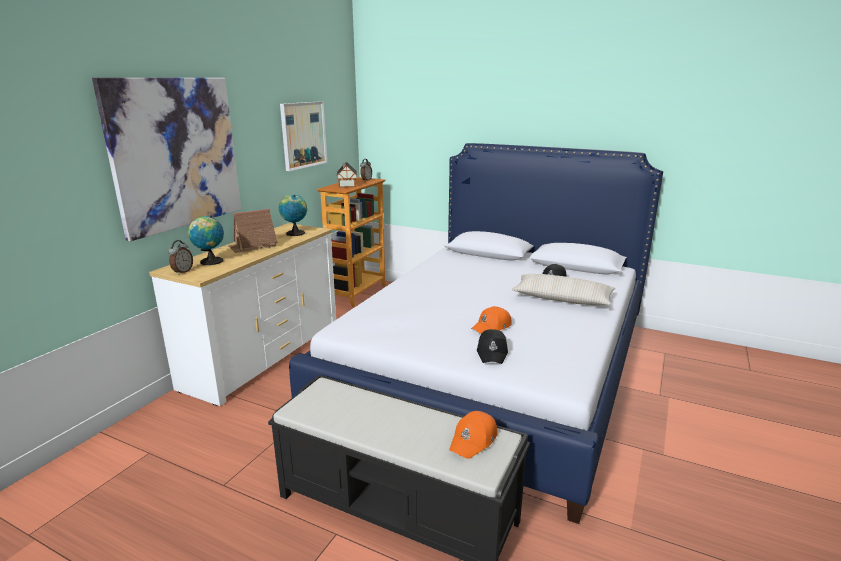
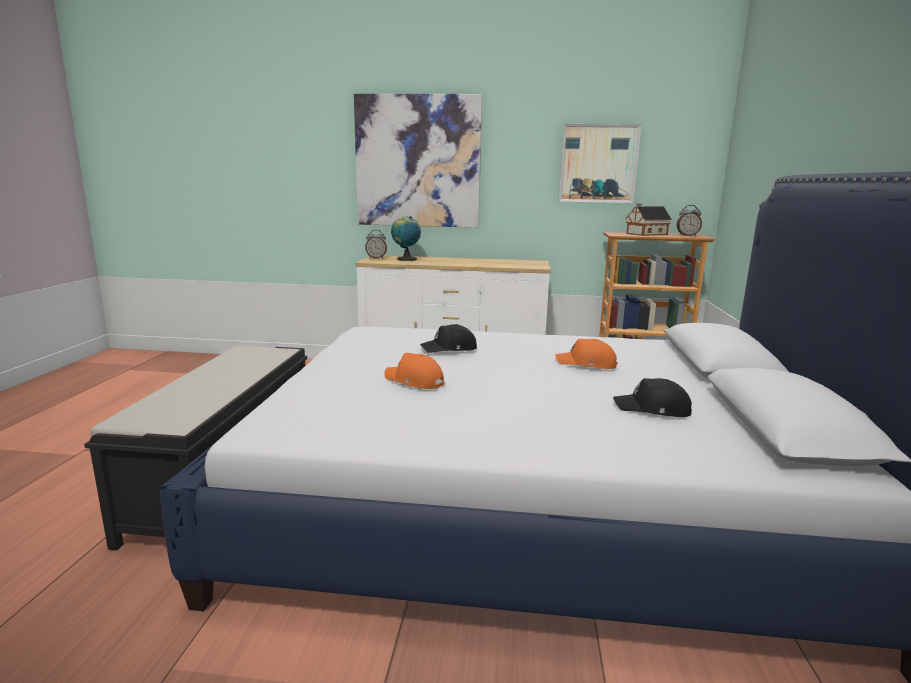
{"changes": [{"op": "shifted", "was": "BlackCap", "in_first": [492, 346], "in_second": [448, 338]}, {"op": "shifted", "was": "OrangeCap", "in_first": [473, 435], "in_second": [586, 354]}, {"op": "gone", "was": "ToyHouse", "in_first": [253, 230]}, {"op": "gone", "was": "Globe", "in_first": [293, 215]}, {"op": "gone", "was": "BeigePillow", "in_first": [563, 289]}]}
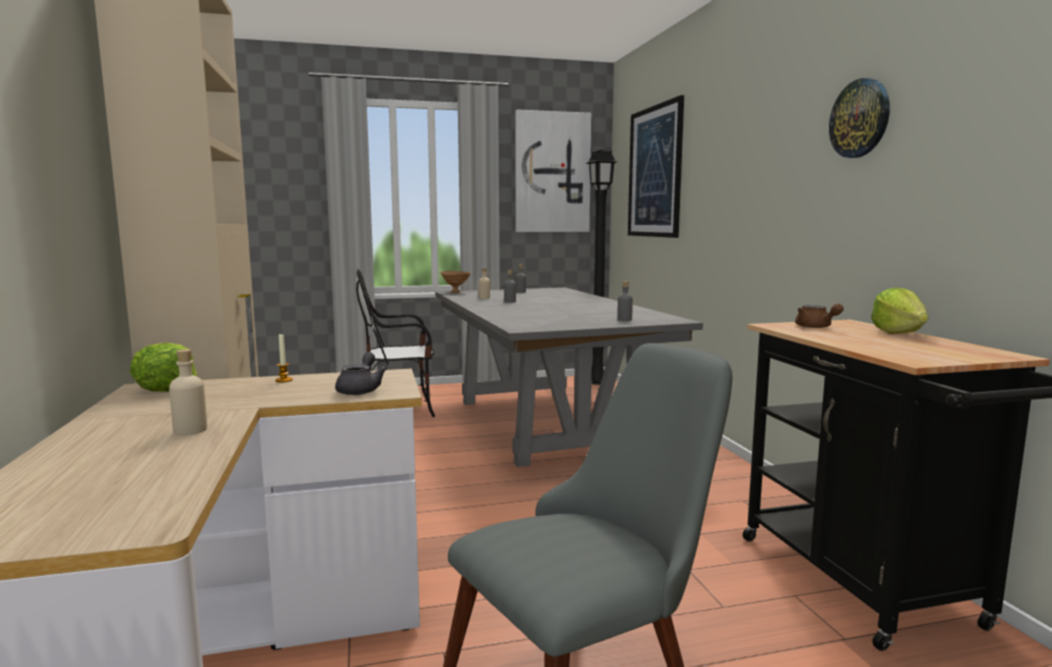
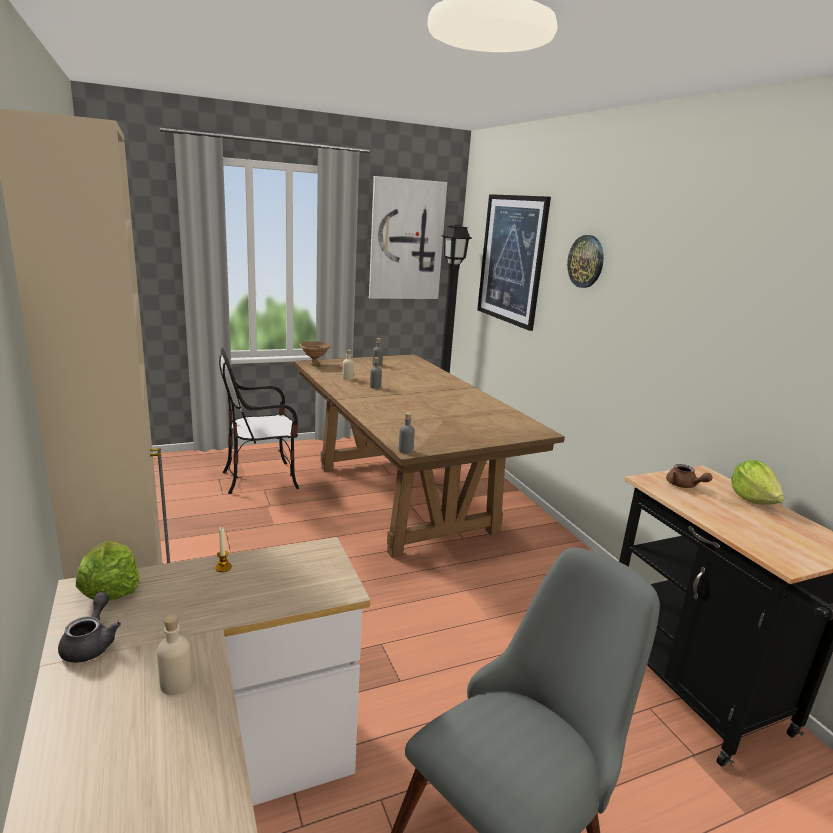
{"changes": [{"op": "shifted", "was": "GreyTeapot", "in_first": [361, 373], "in_second": [89, 627]}, {"op": "repainted", "was": "GreyDiningTable", "now": "BrownDiningTable", "in_first": [569, 377], "in_second": [429, 456]}, {"op": "shifted", "was": "GreyBottle", "in_first": [625, 301], "in_second": [407, 433]}, {"op": "shifted", "was": "WallClock", "in_first": [859, 118], "in_second": [585, 261]}]}
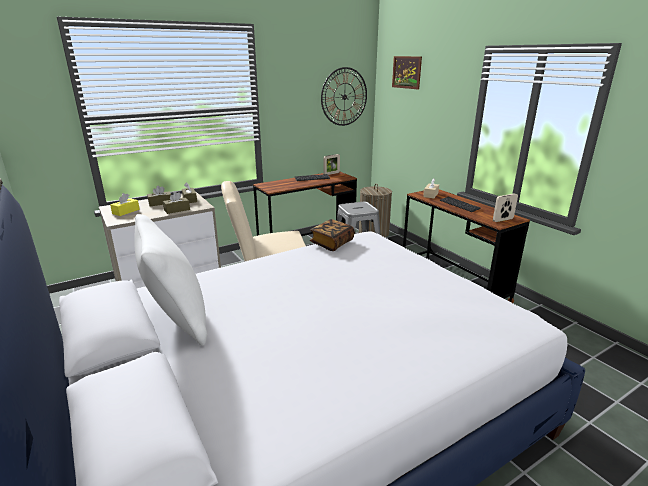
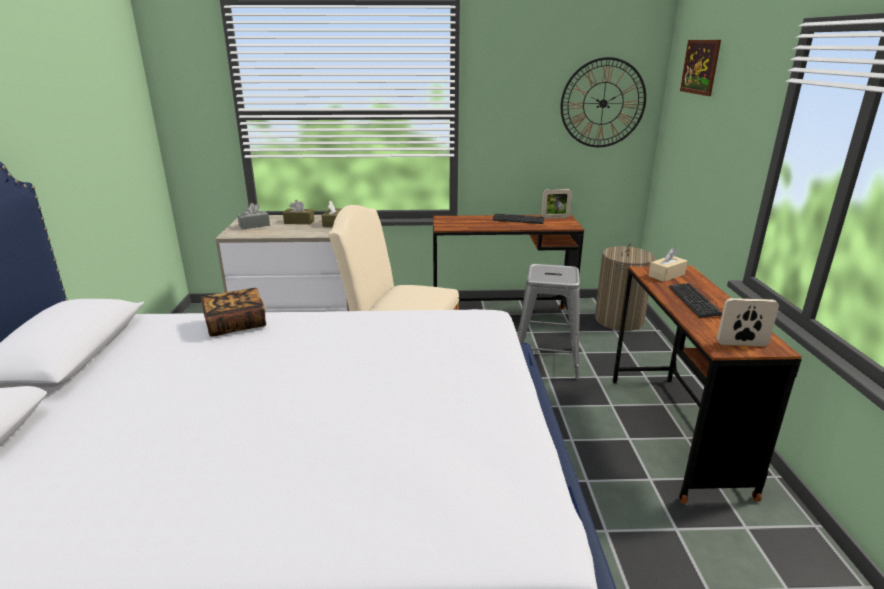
{"changes": [{"op": "shifted", "was": "Book", "in_first": [332, 235], "in_second": [233, 312]}, {"op": "repainted", "was": "YellowTissueBox", "now": "GreyTissueBox", "in_first": [125, 204], "in_second": [253, 216]}, {"op": "gone", "was": "WhitePillow", "in_first": [170, 280]}, {"op": "gone", "was": "BrownTissueBox", "in_first": [176, 203]}]}
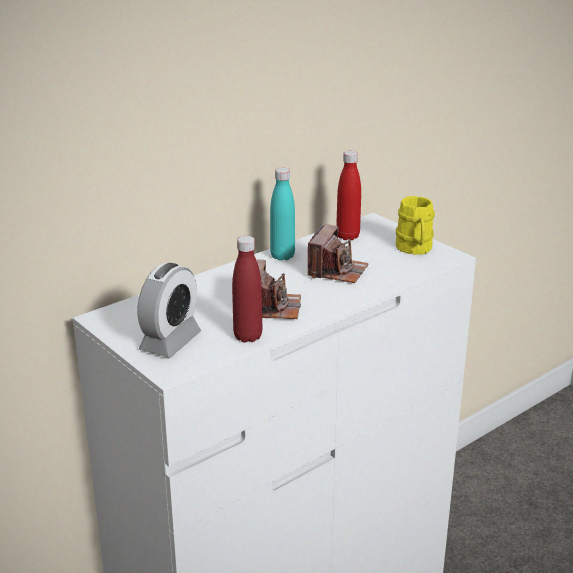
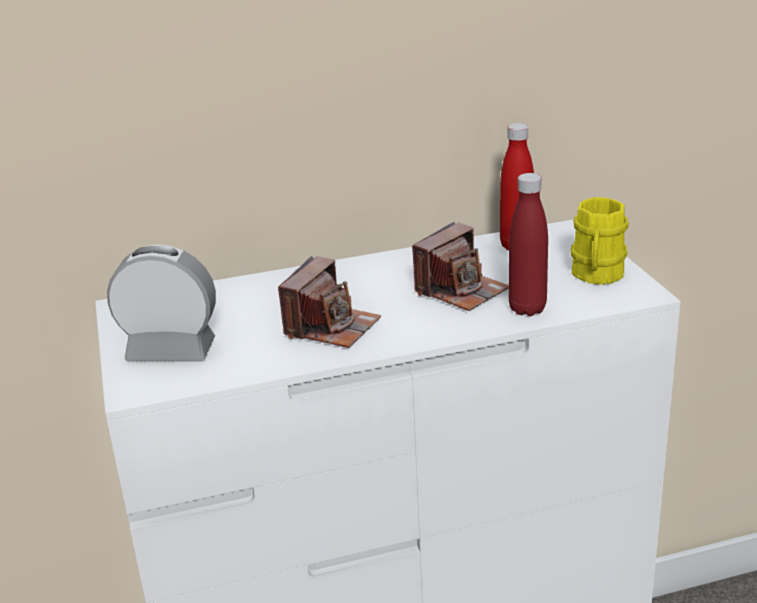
{"changes": [{"op": "rotated", "was": "AlarmClock", "in_first": [169, 310], "in_second": [161, 302], "clockwise": -135}, {"op": "shifted", "was": "RedBottle", "in_first": [247, 289], "in_second": [528, 244]}, {"op": "gone", "was": "TurquoiseBottle", "in_first": [282, 214]}]}
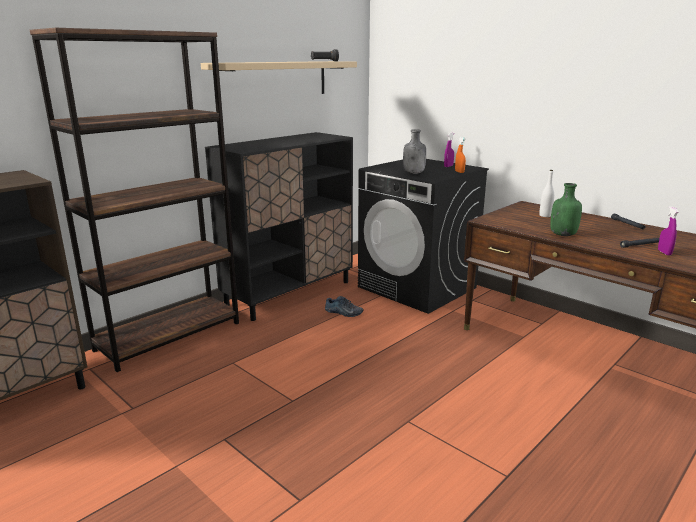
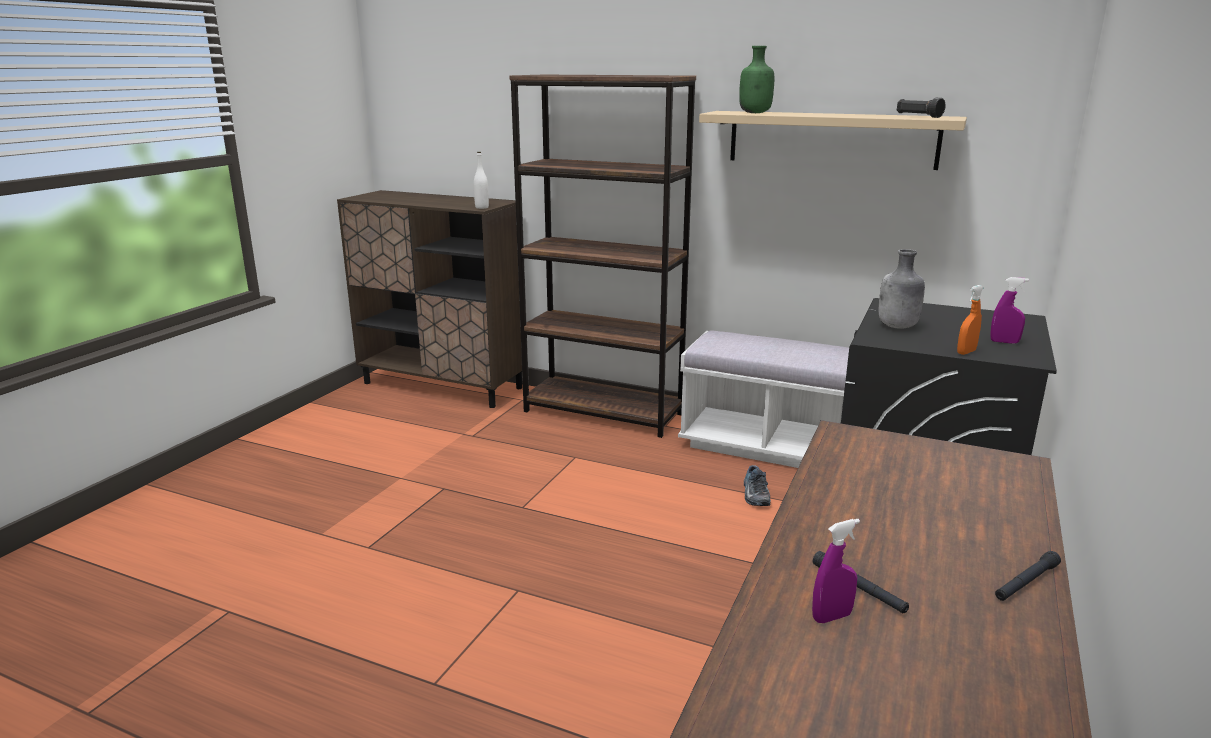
{"changes": [{"op": "shifted", "was": "WhiteBottle", "in_first": [546, 193], "in_second": [481, 180]}, {"op": "swapped", "was": "BlackCabinet", "now": "WhiteBench", "in_first": [279, 226], "in_second": [763, 399]}, {"op": "shifted", "was": "GreenBottle", "in_first": [566, 209], "in_second": [756, 79]}]}
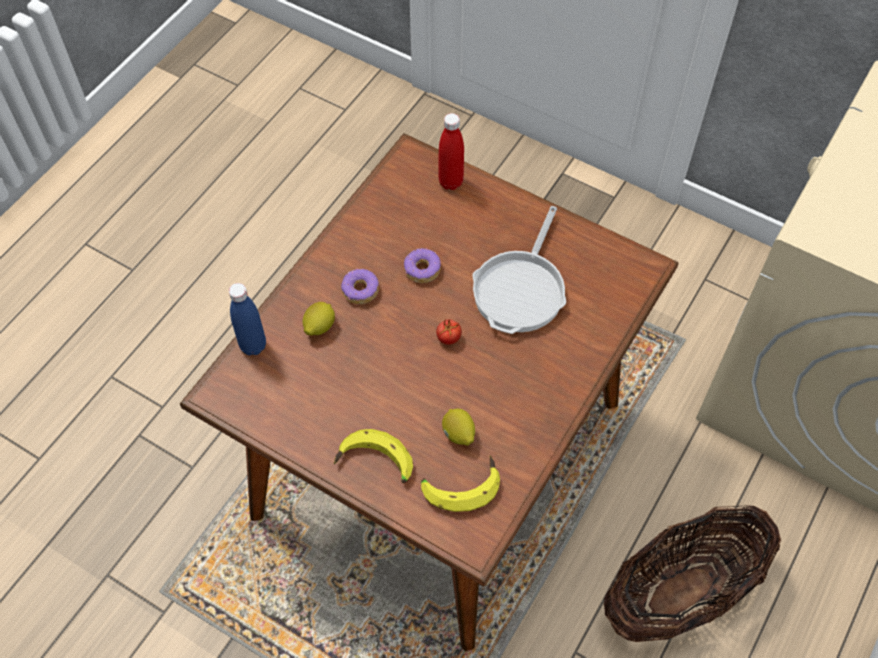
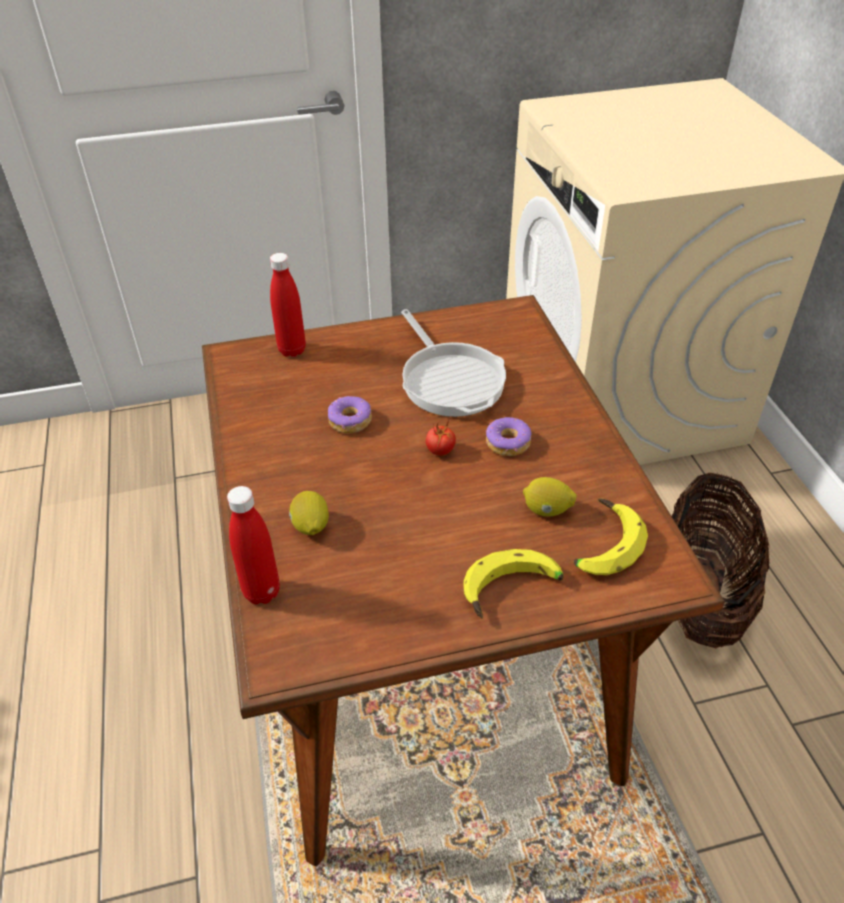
{"changes": [{"op": "repainted", "was": "BlueBottle", "now": "RedBottle", "in_first": [247, 319], "in_second": [253, 545]}, {"op": "shifted", "was": "Donut", "in_first": [360, 286], "in_second": [508, 436]}]}
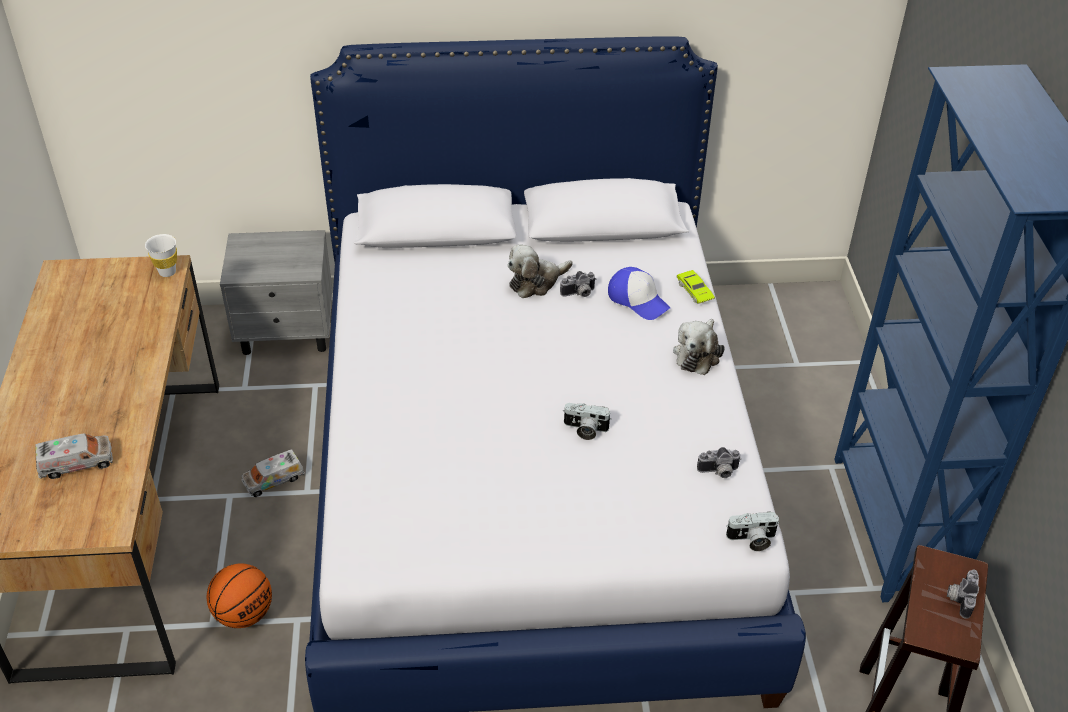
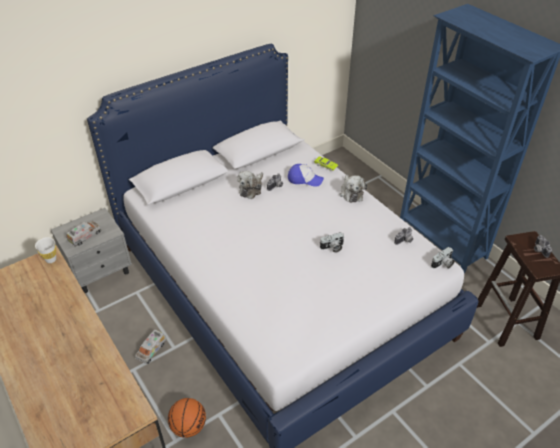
{"changes": [{"op": "shifted", "was": "ToyTruck", "in_first": [74, 456], "in_second": [84, 234]}]}
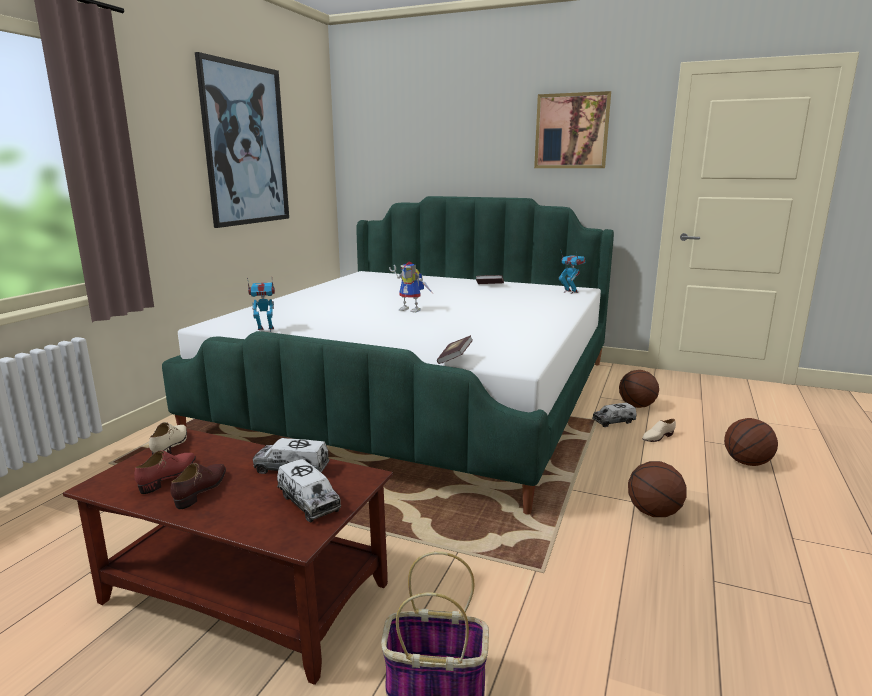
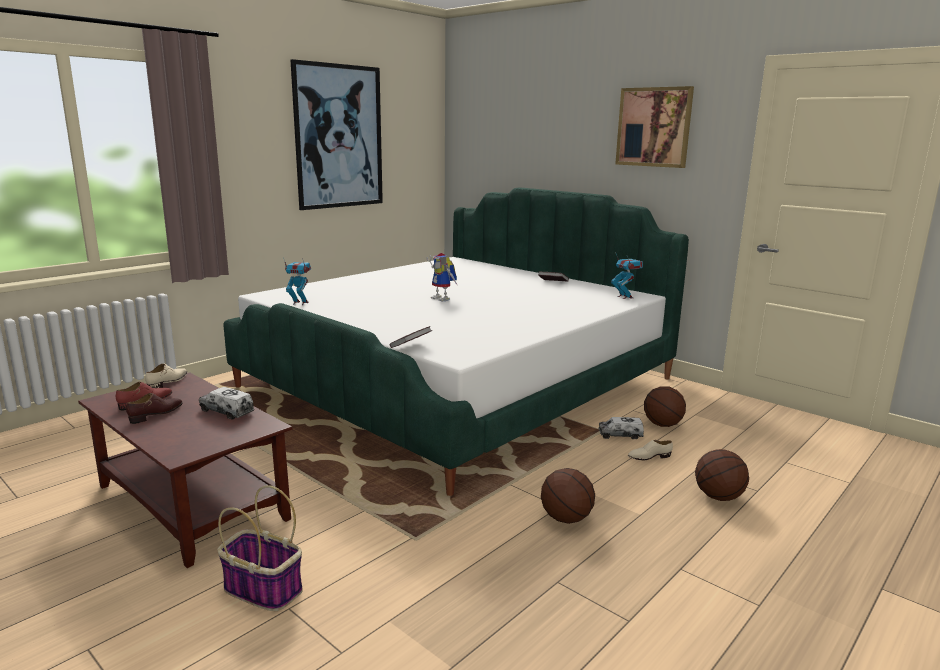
{"changes": [{"op": "gone", "was": "ToyTruck", "in_first": [309, 490]}]}
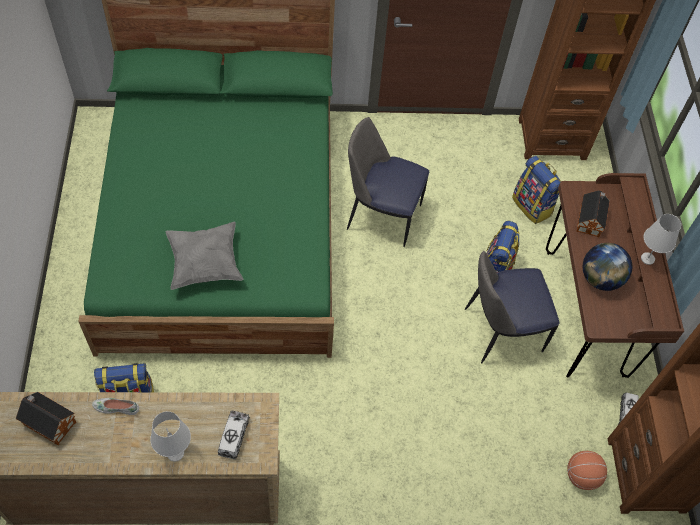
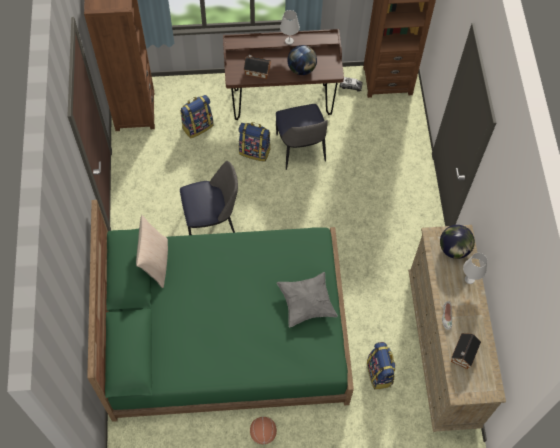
{"changes": [{"op": "new", "now": "BeigePillow", "in_second": [152, 251]}, {"op": "rotated", "was": "Chair", "in_first": [388, 182], "in_second": [209, 198], "clockwise": -120}, {"op": "shifted", "was": "Basketball", "in_first": [587, 470], "in_second": [263, 430]}, {"op": "swapped", "was": "ToyTruck", "now": "Globe", "in_first": [234, 435], "in_second": [457, 242]}]}
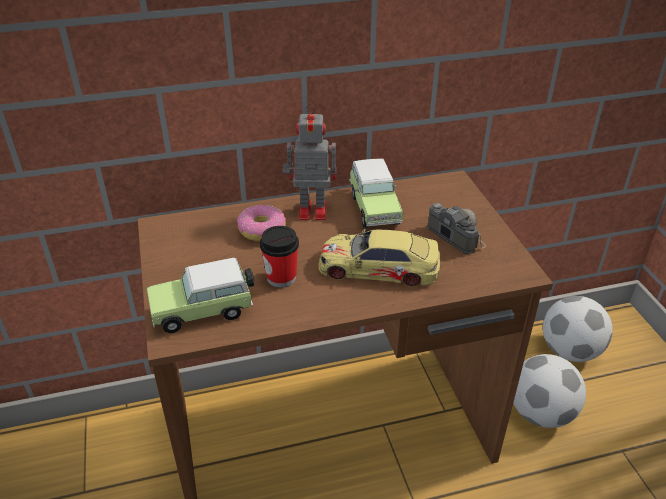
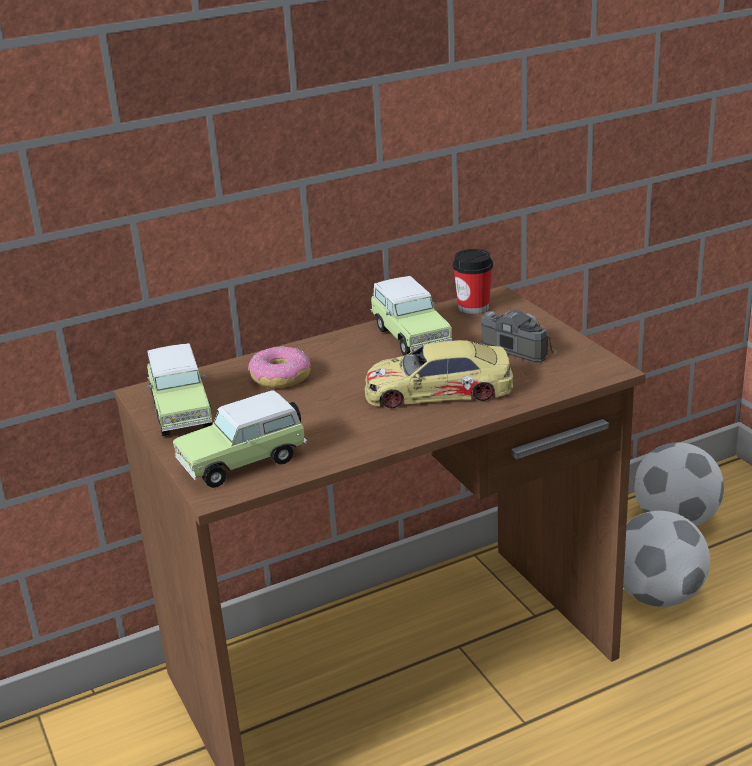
{"changes": [{"op": "new", "now": "ToyCar", "in_second": [179, 389]}, {"op": "shifted", "was": "Cup", "in_first": [279, 257], "in_second": [473, 281]}, {"op": "gone", "was": "ToyRobot", "in_first": [309, 162]}]}
